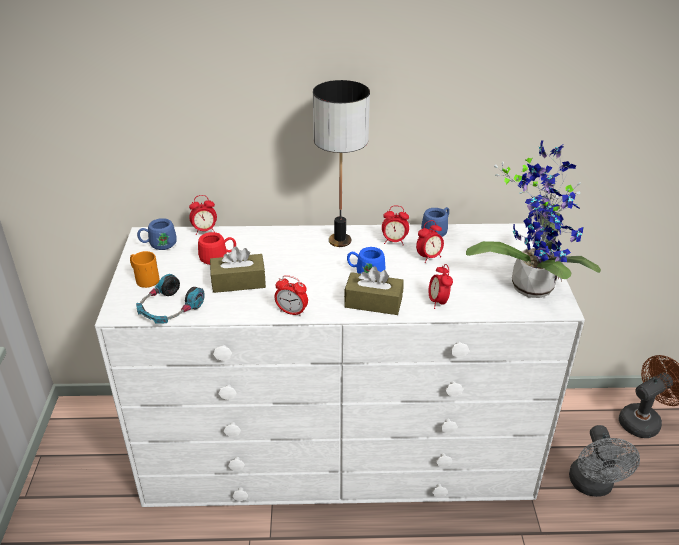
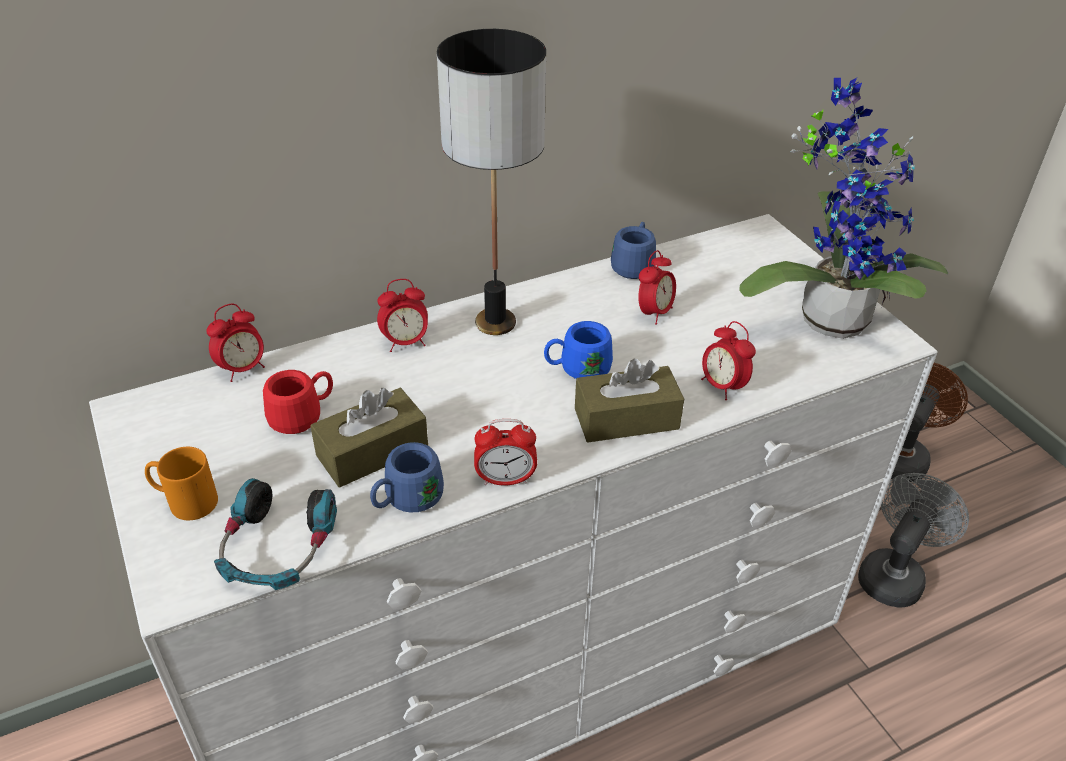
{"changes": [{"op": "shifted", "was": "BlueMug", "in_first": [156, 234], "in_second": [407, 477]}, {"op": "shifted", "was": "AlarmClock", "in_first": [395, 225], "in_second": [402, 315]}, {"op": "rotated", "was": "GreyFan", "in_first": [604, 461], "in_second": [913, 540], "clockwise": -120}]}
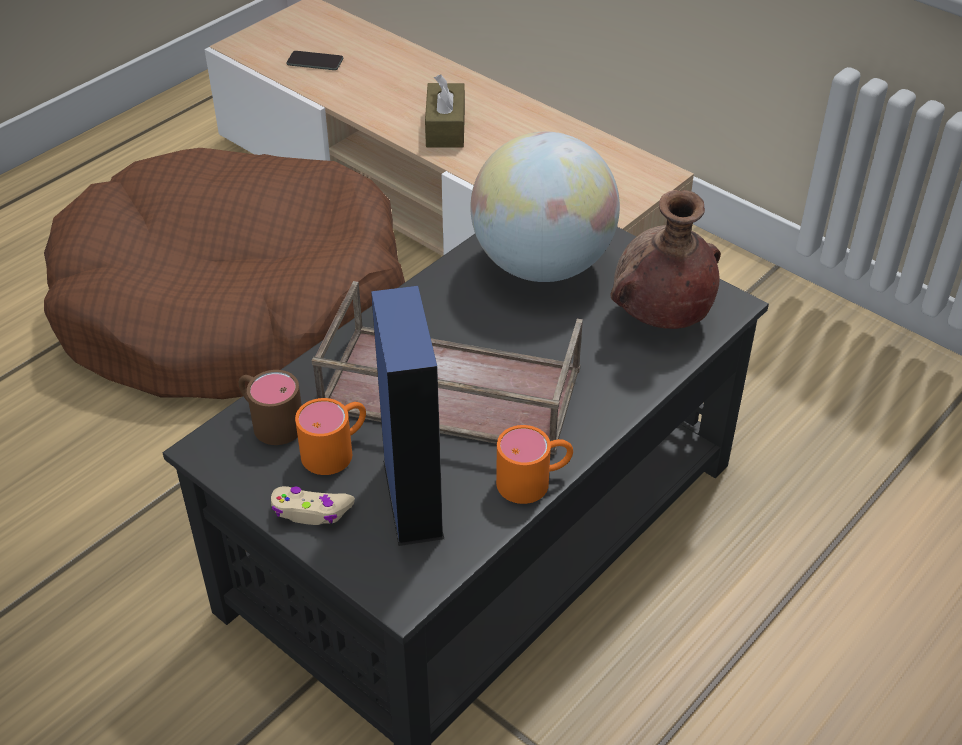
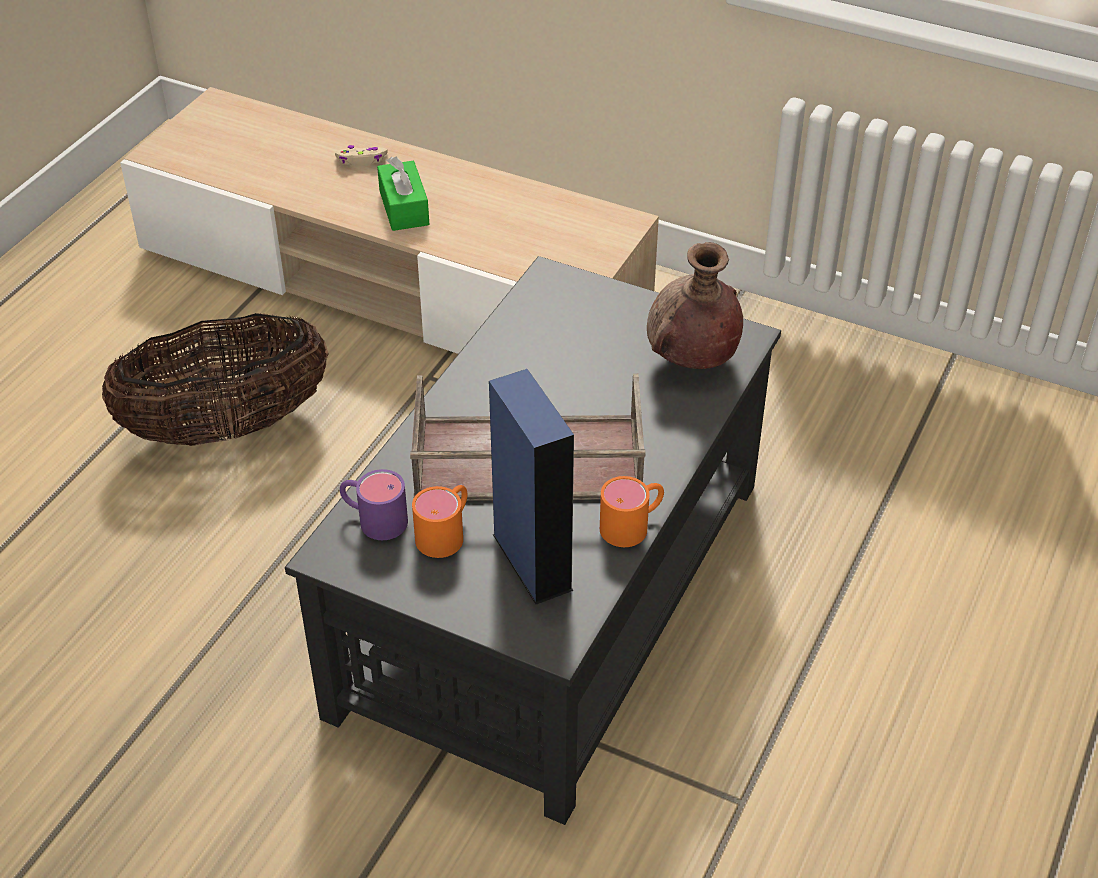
{"changes": [{"op": "swapped", "was": "BrownDogBed", "now": "Basket", "in_first": [224, 273], "in_second": [215, 379]}, {"op": "shifted", "was": "BeigeGameController", "in_first": [313, 505], "in_second": [361, 156]}, {"op": "repainted", "was": "BrownMug", "now": "PurpleMug", "in_first": [270, 407], "in_second": [374, 504]}, {"op": "repainted", "was": "BrownTissueBox", "now": "GreenTissueBox", "in_first": [445, 111], "in_second": [403, 194]}, {"op": "gone", "was": "Phone", "in_first": [315, 60]}, {"op": "gone", "was": "Globe", "in_first": [545, 206]}]}
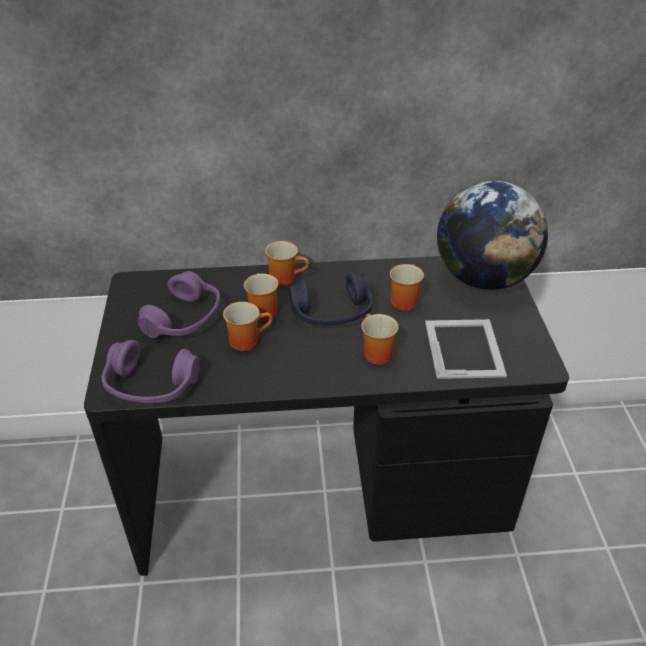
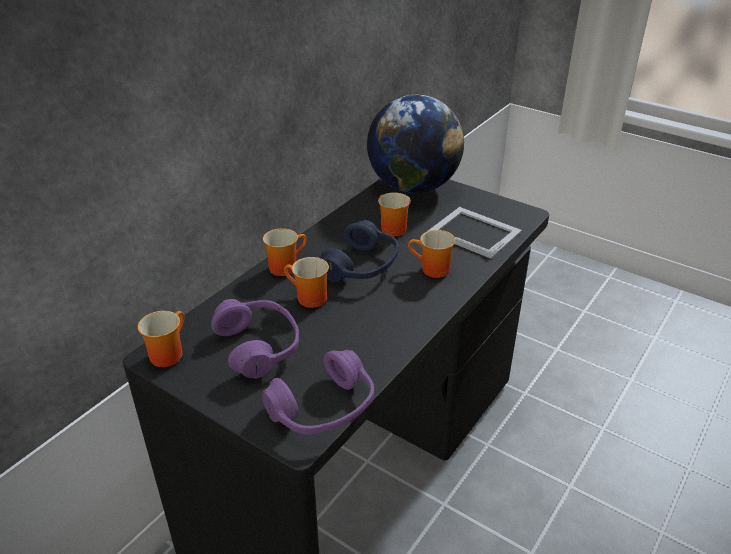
{"changes": [{"op": "shifted", "was": "Mug", "in_first": [248, 326], "in_second": [161, 339]}]}
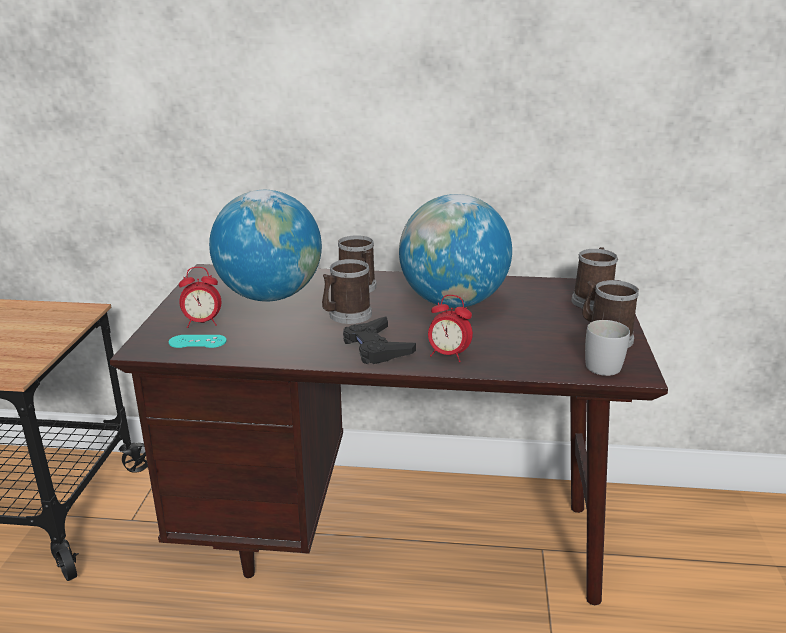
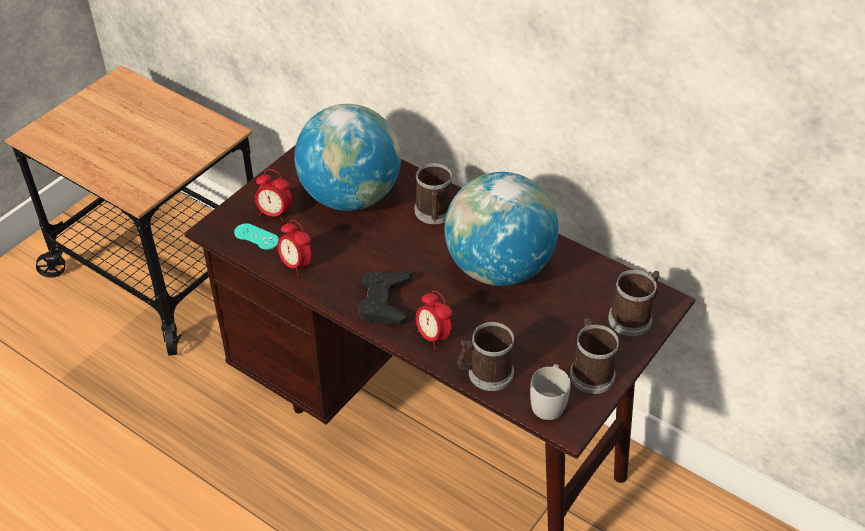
{"changes": [{"op": "new", "now": "AlarmClock", "in_second": [294, 248]}, {"op": "shifted", "was": "Mug", "in_first": [347, 291], "in_second": [486, 356]}]}
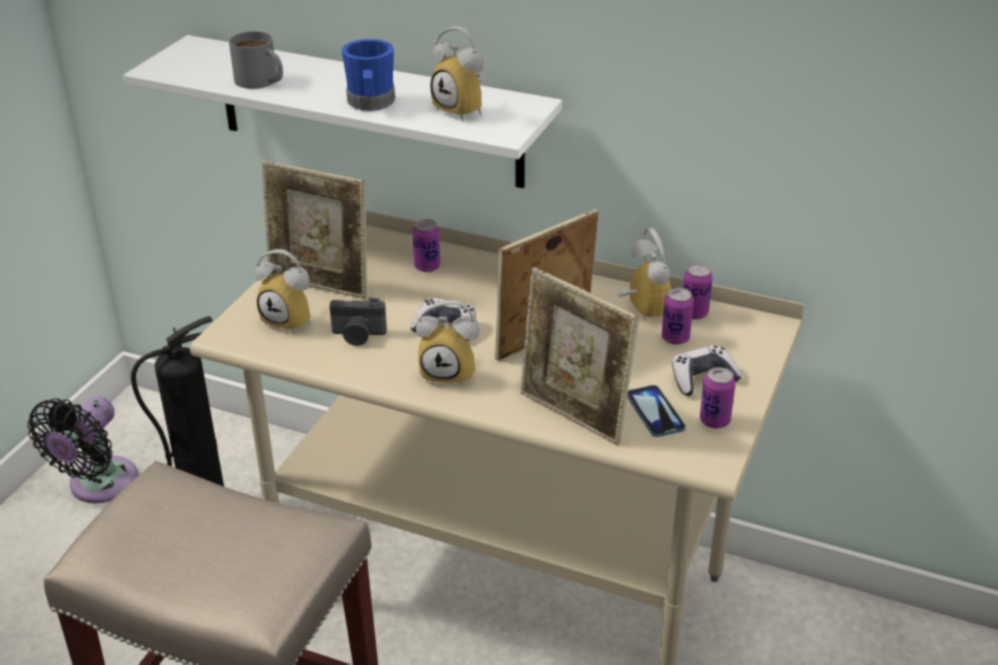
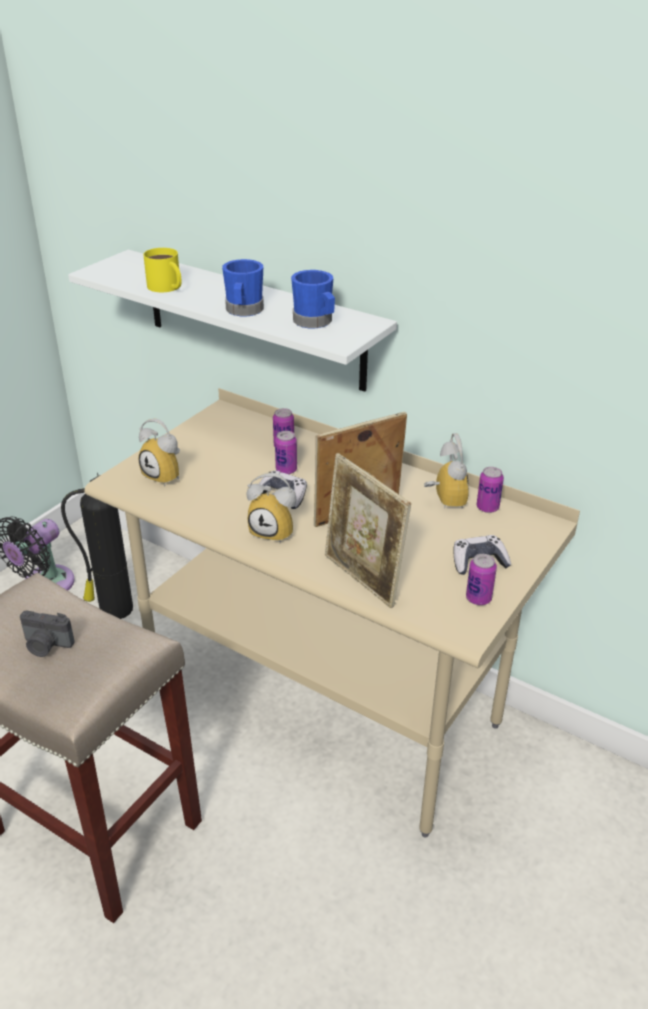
{"changes": [{"op": "shifted", "was": "PhotoCamera", "in_first": [358, 322], "in_second": [47, 633]}, {"op": "repainted", "was": "GreyMug", "now": "YellowMug", "in_first": [256, 60], "in_second": [162, 270]}, {"op": "shifted", "was": "Can", "in_first": [678, 316], "in_second": [286, 452]}, {"op": "swapped", "was": "AlarmClock", "now": "BlueMug", "in_first": [457, 73], "in_second": [313, 299]}, {"op": "gone", "was": "PictureFrame", "in_first": [314, 230]}, {"op": "gone", "was": "Phone", "in_first": [656, 411]}]}
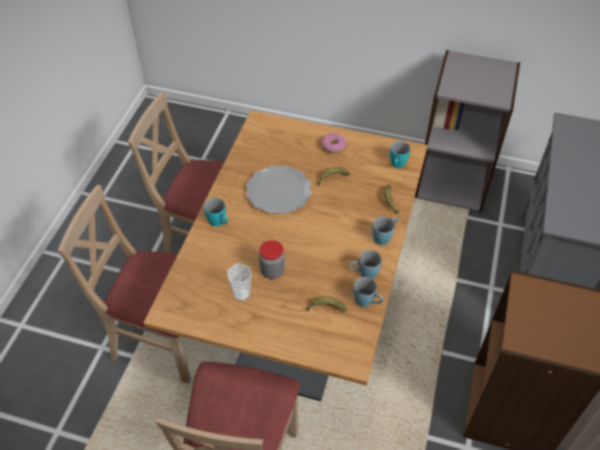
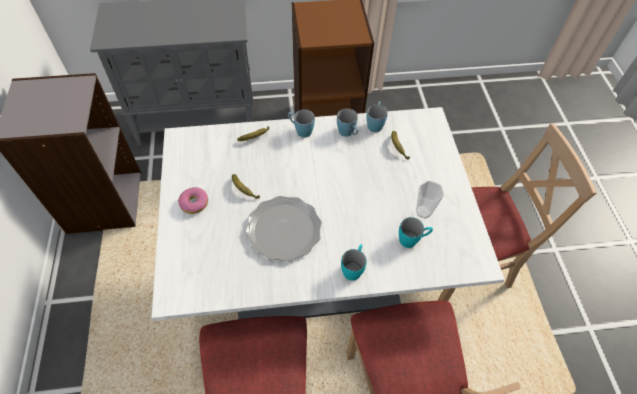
{"changes": [{"op": "repainted", "was": "BrownDiningTable", "now": "WhiteDiningTable", "in_first": [285, 255], "in_second": [328, 214]}, {"op": "shifted", "was": "TurquoiseMug", "in_first": [400, 154], "in_second": [416, 232]}, {"op": "gone", "was": "Jar", "in_first": [272, 259]}]}
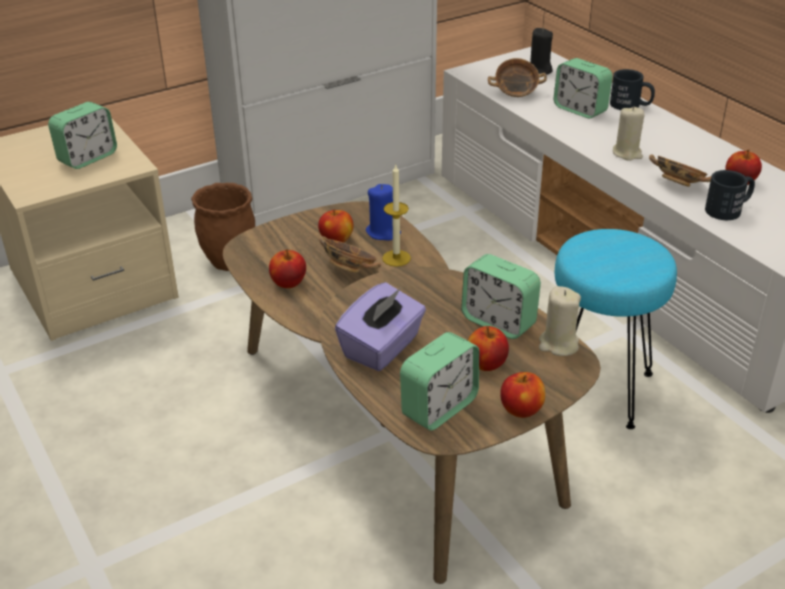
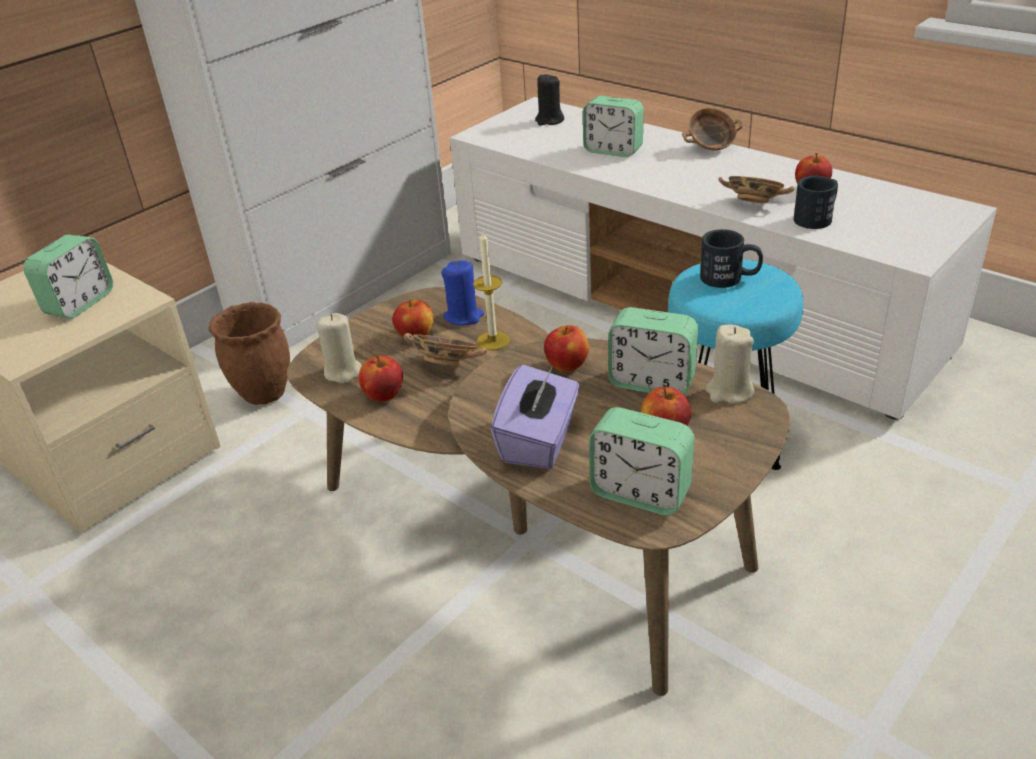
{"changes": [{"op": "shifted", "was": "BeigeCandle", "in_first": [629, 133], "in_second": [339, 348]}, {"op": "shifted", "was": "Apple", "in_first": [522, 395], "in_second": [566, 348]}, {"op": "rotated", "was": "AlarmClock", "in_first": [439, 381], "in_second": [642, 461], "clockwise": 90}, {"op": "shifted", "was": "Bowl", "in_first": [517, 77], "in_second": [712, 129]}, {"op": "shifted", "was": "BlackMug", "in_first": [632, 89], "in_second": [731, 258]}]}
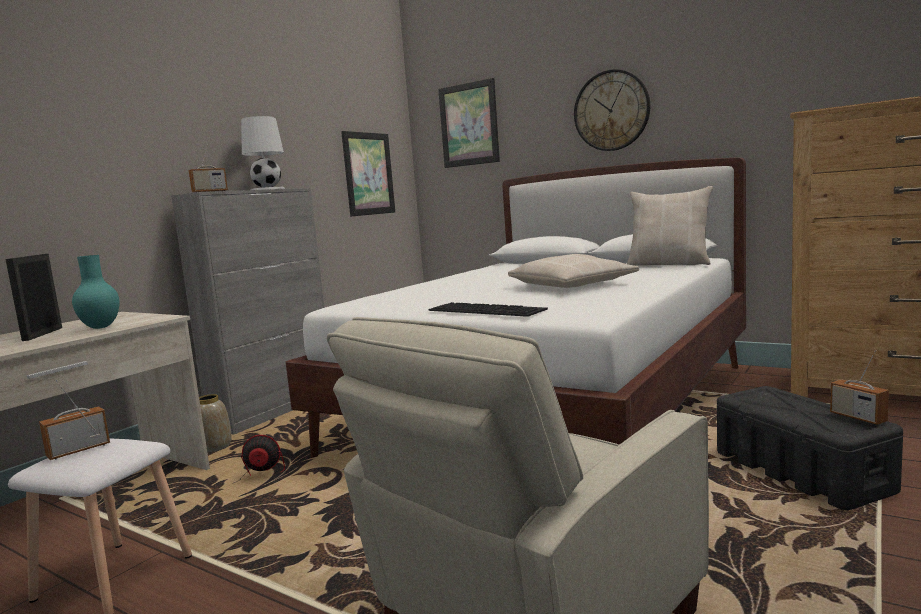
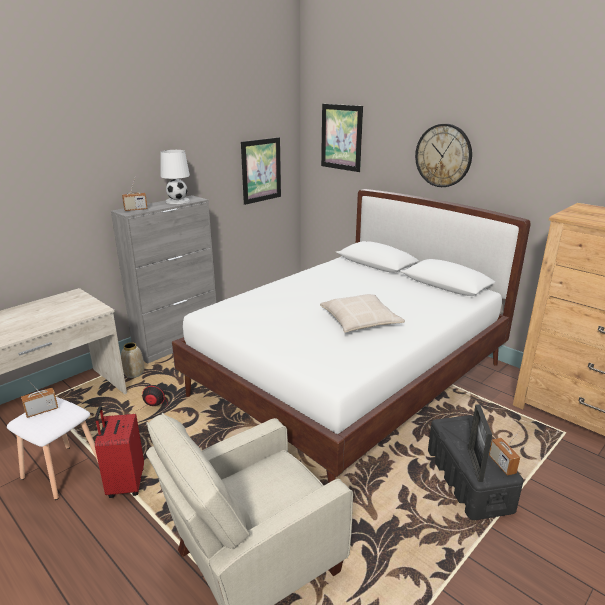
{"changes": [{"op": "new", "now": "RedSuitcase", "in_second": [119, 452]}, {"op": "shifted", "was": "PictureFrame", "in_first": [33, 297], "in_second": [480, 443]}, {"op": "gone", "was": "TurquoiseVase", "in_first": [96, 292]}, {"op": "gone", "was": "Keyboard", "in_first": [488, 309]}, {"op": "gone", "was": "BeigePillow", "in_first": [670, 226]}]}
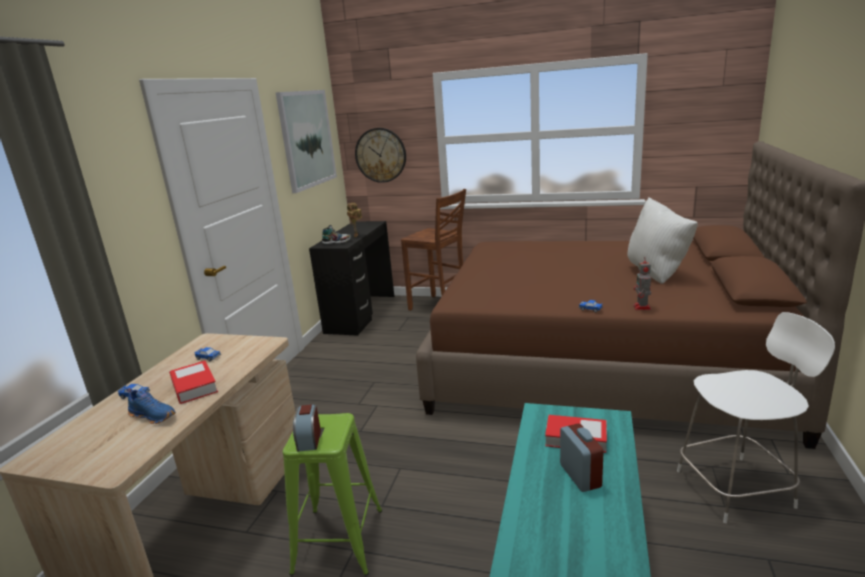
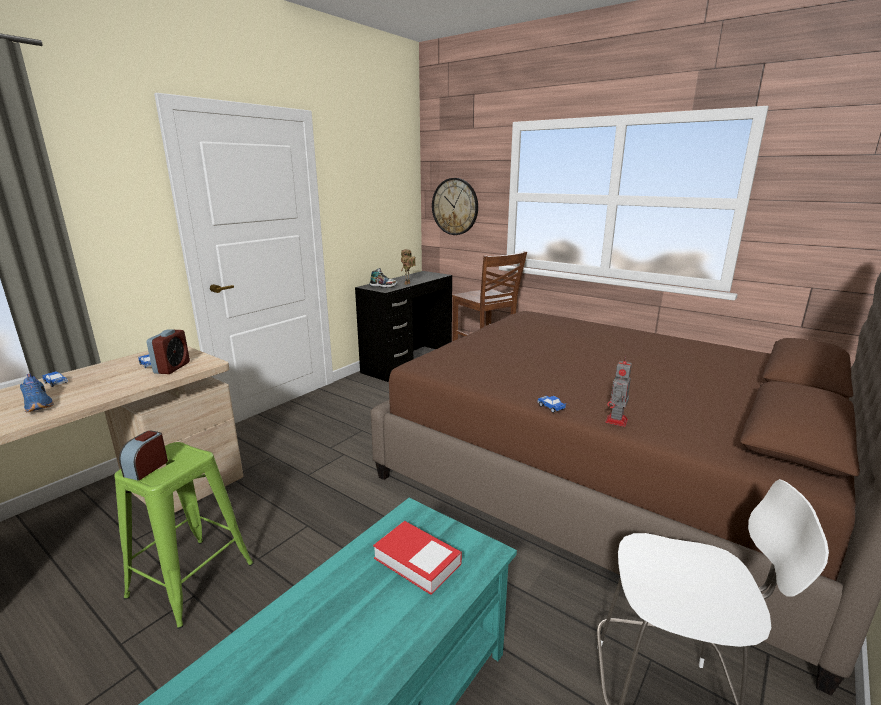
{"changes": [{"op": "shifted", "was": "AlarmClock", "in_first": [582, 458], "in_second": [168, 351]}, {"op": "gone", "was": "Book", "in_first": [193, 382]}, {"op": "gone", "was": "Picture", "in_first": [306, 141]}, {"op": "gone", "was": "WhitePillow", "in_first": [662, 240]}]}
